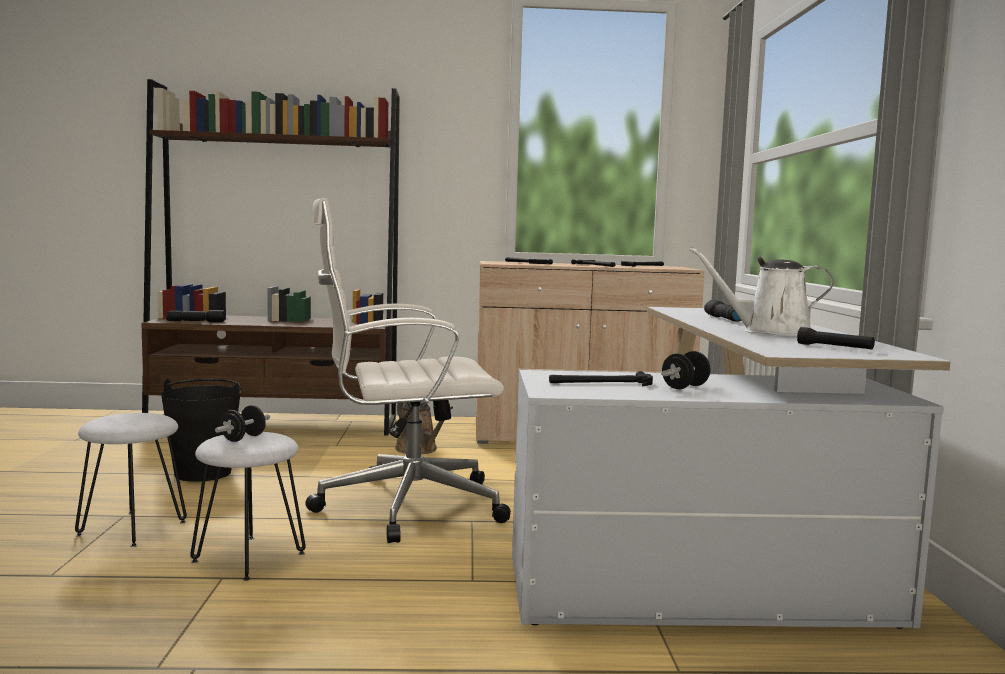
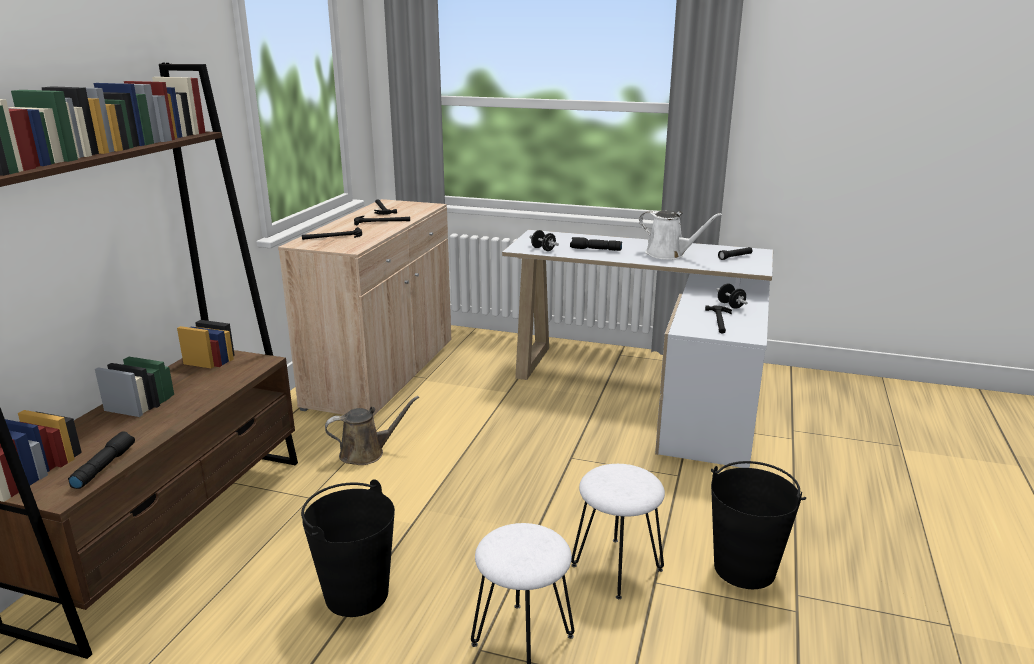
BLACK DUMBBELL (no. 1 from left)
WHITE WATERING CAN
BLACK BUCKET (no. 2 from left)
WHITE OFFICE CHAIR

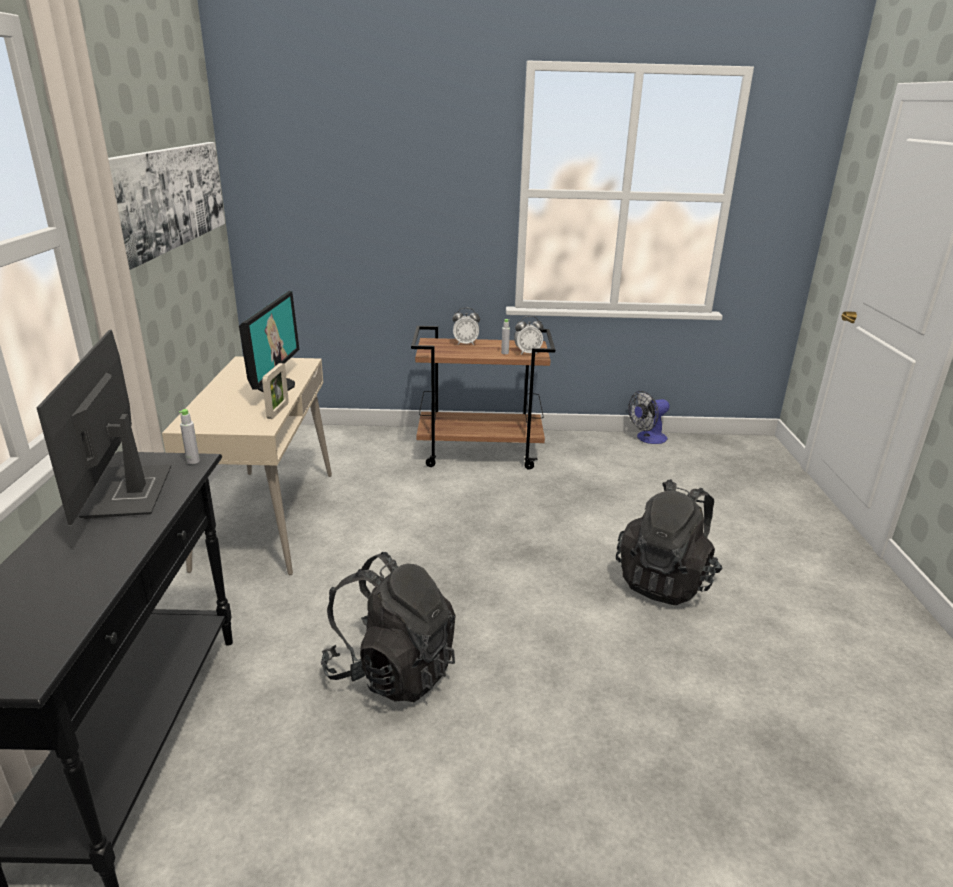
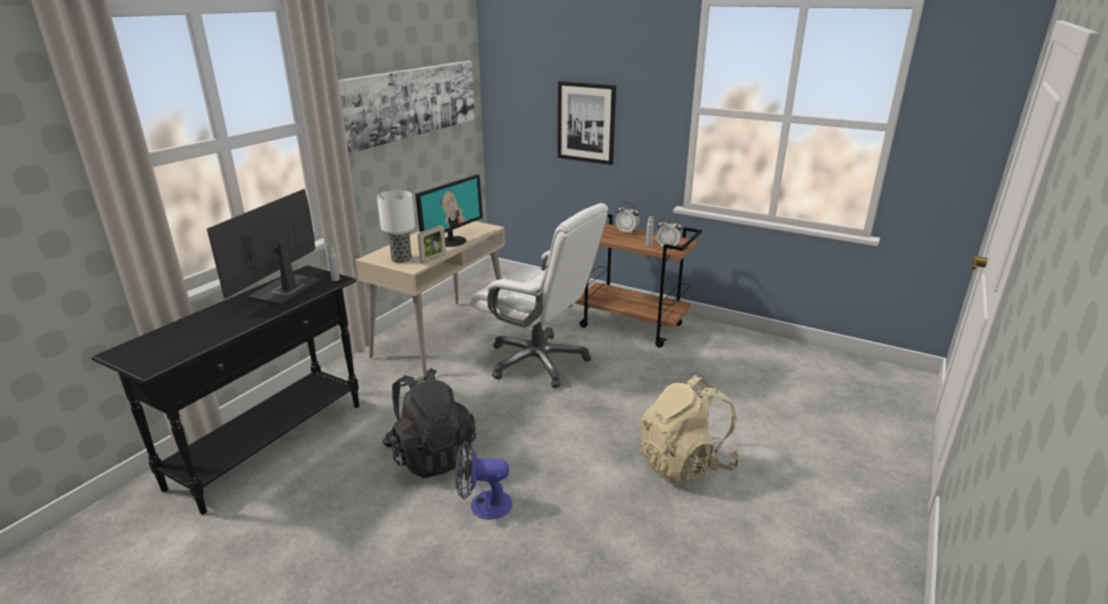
TABLE LAMP
FAN
WHITE OFFICE CHAIR
PICTURE (no. 2 from left)
BEIGE BACKPACK

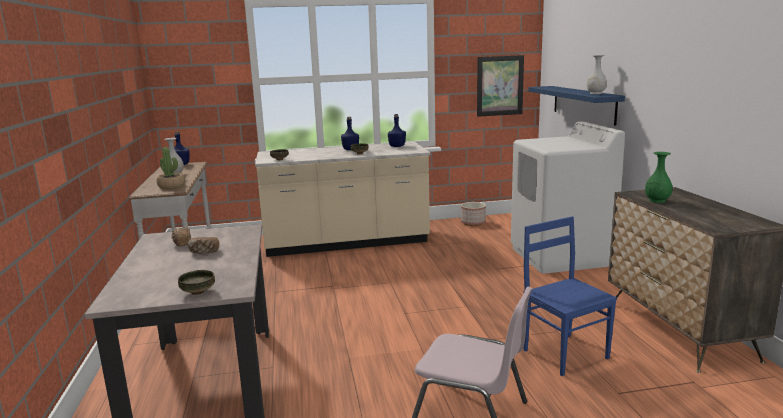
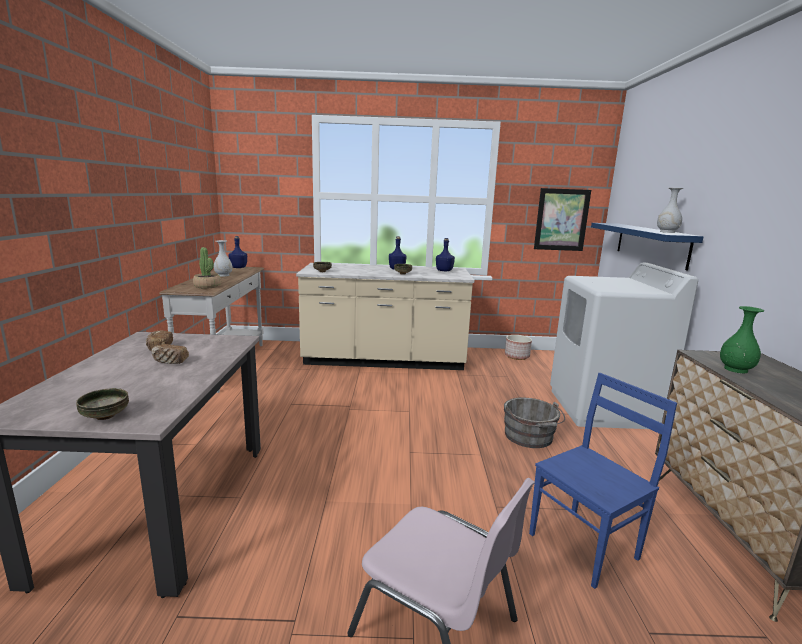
GREY BUCKET
BLUE CHAIR

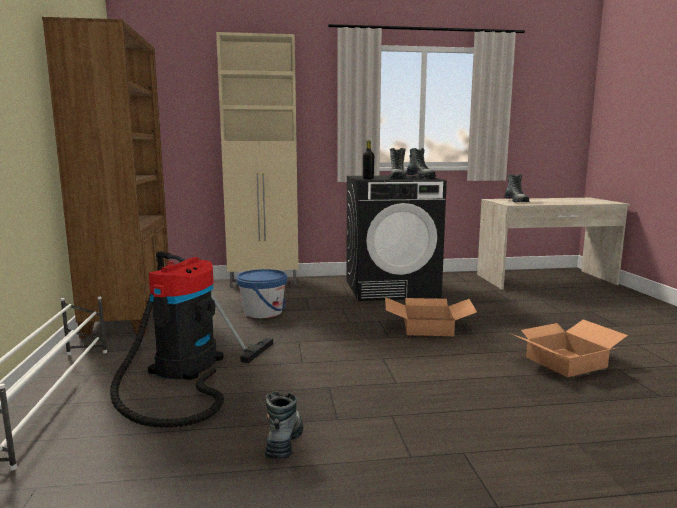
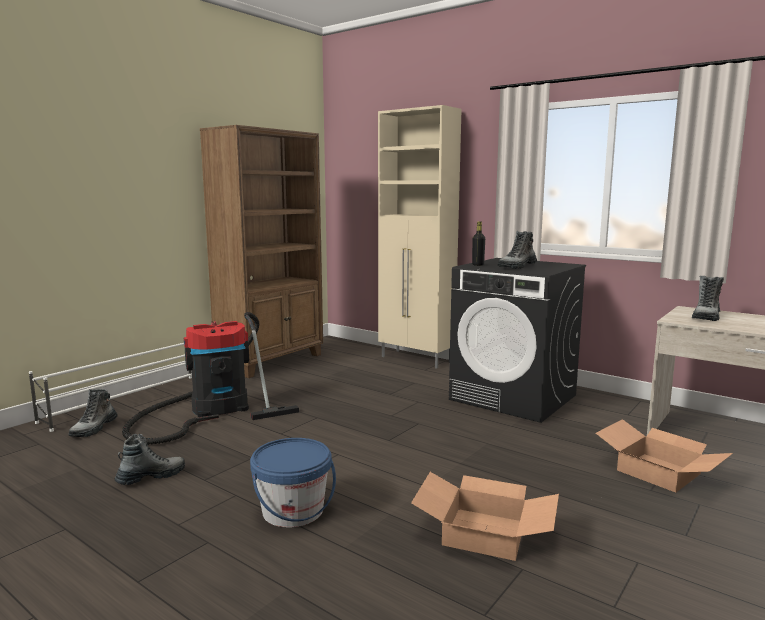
BOOT (no. 1 from left)
BLUE BUCKET
CARDBOARD BOX (no. 2 from left)

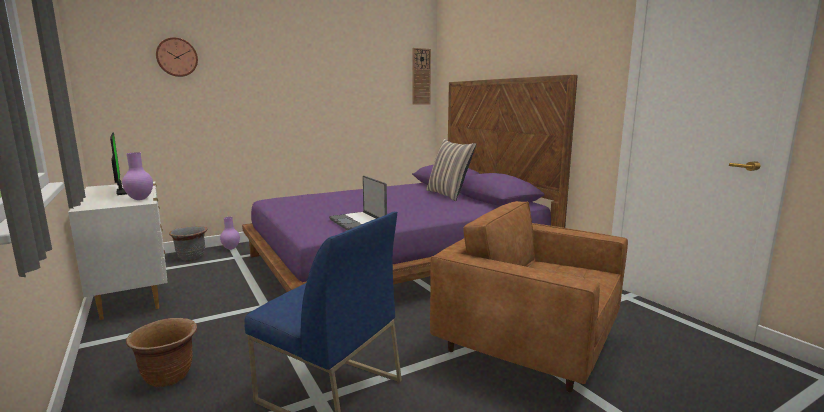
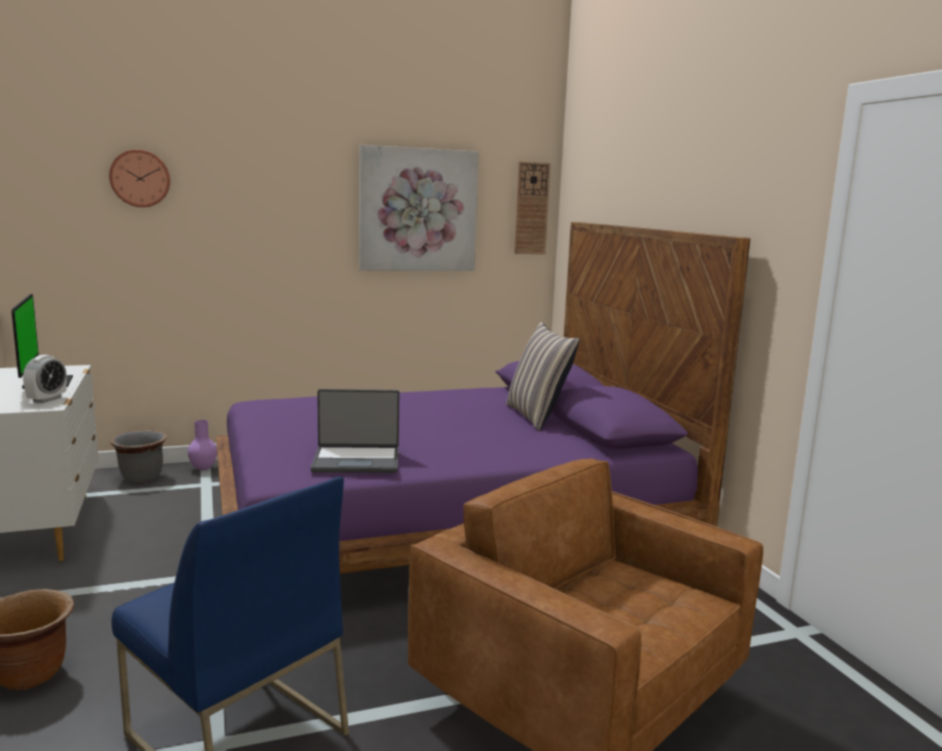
ALARM CLOCK
LAPTOP
PICTURE

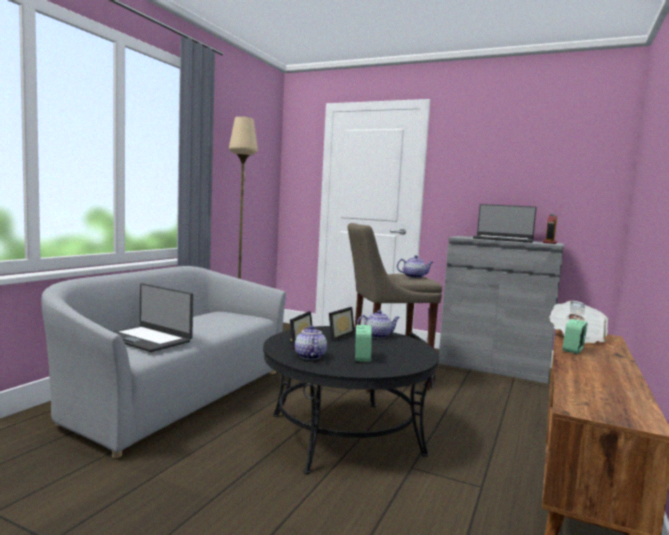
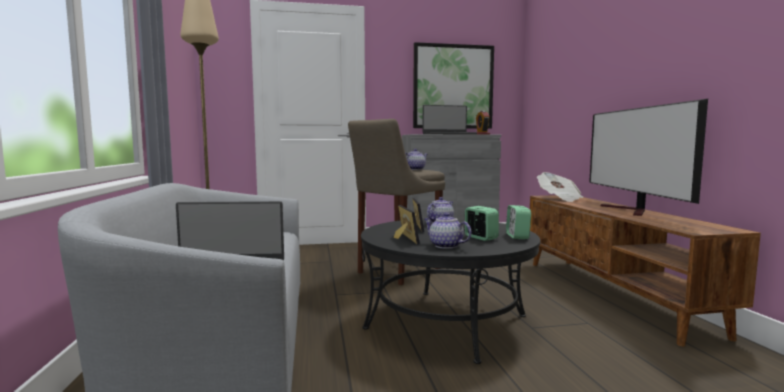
PICTURE
ALARM CLOCK (no. 3 from left)
TELEVISION

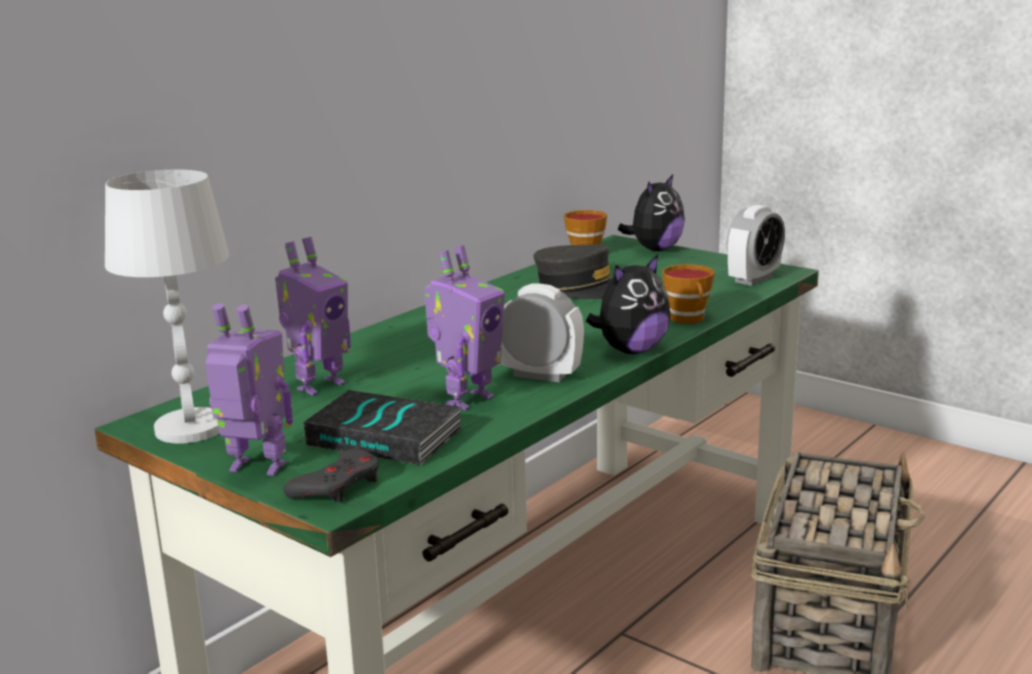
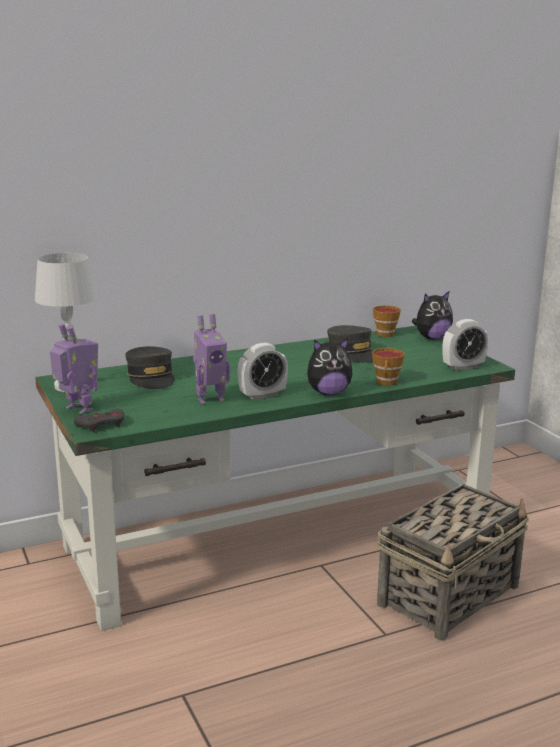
GREY CAP (no. 1 from left)
ALARM CLOCK (no. 1 from left)
BOOK

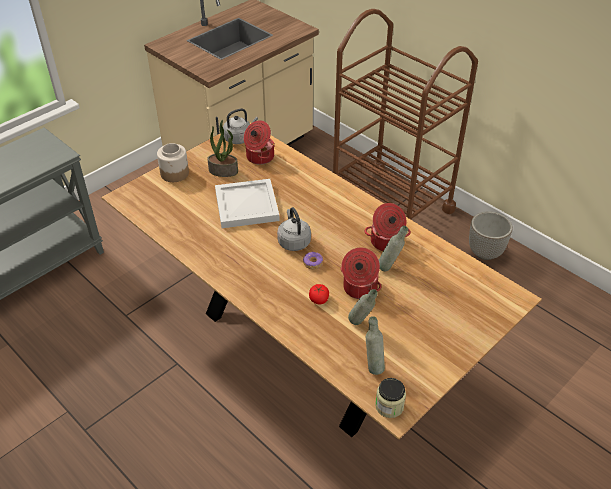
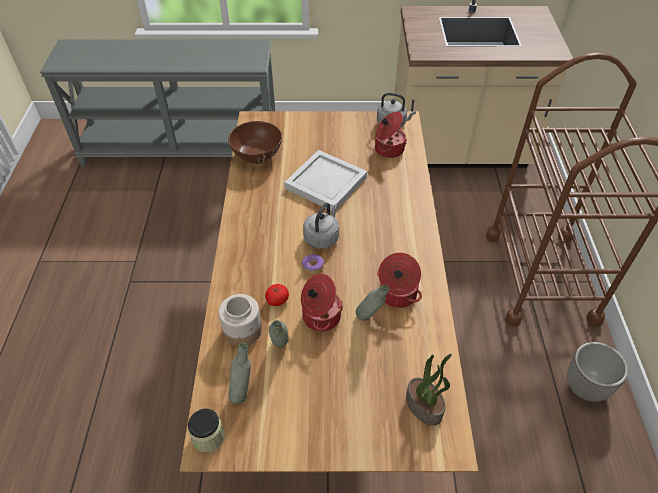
JAR (no. 2 from left)
BROWN BOWL
POTTED PLANT

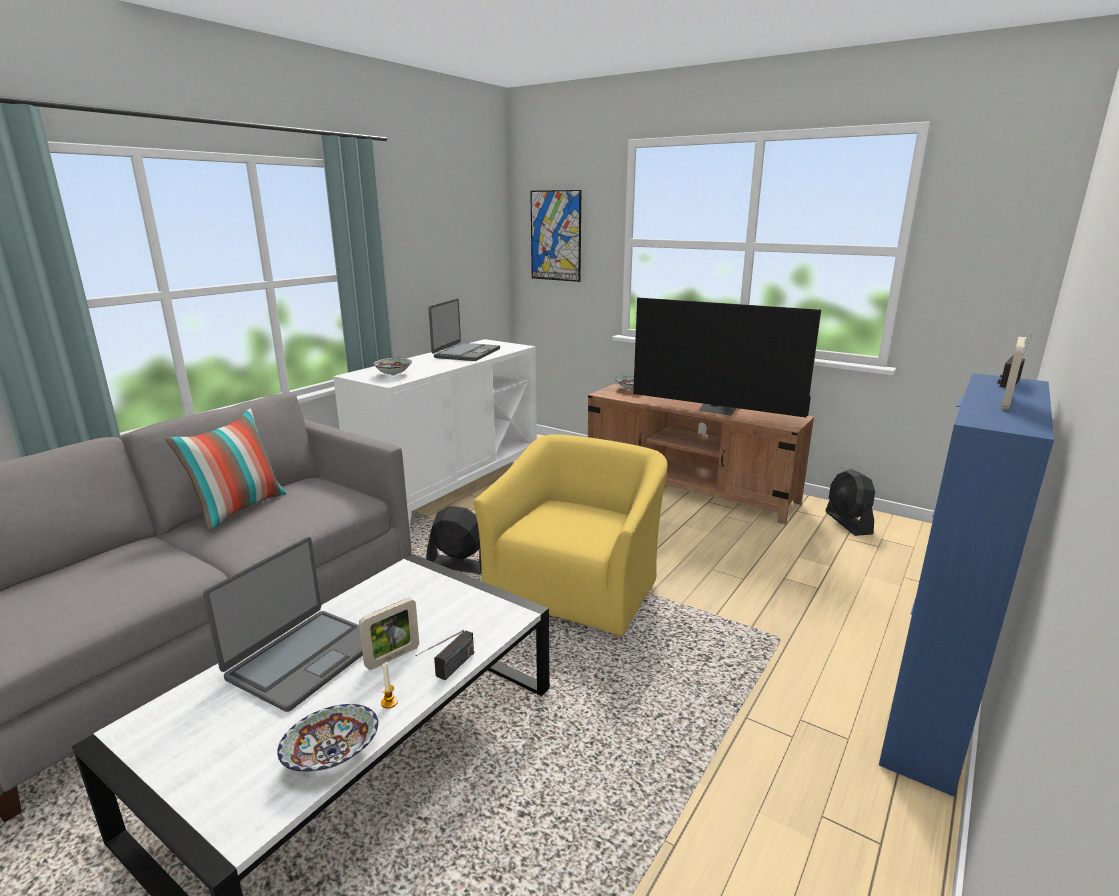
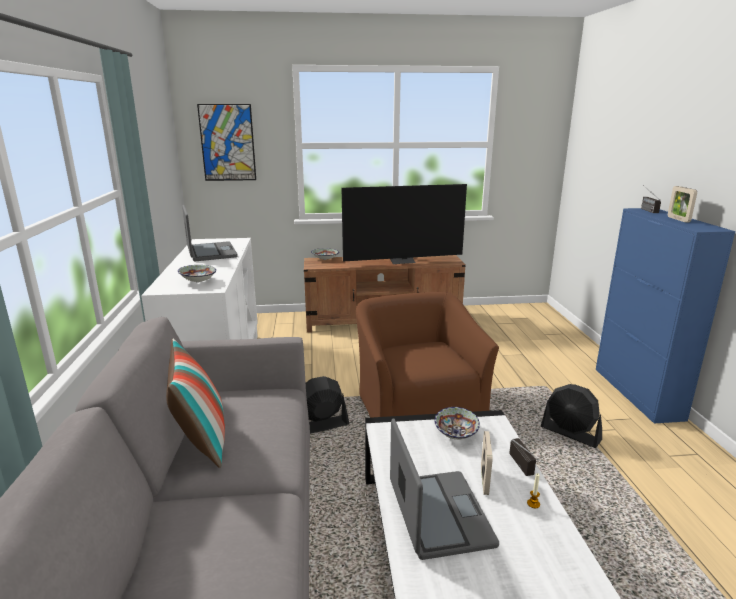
BROWN ARMCHAIR
BOWL (no. 3 from left)
BLACK FAN (no. 2 from left)

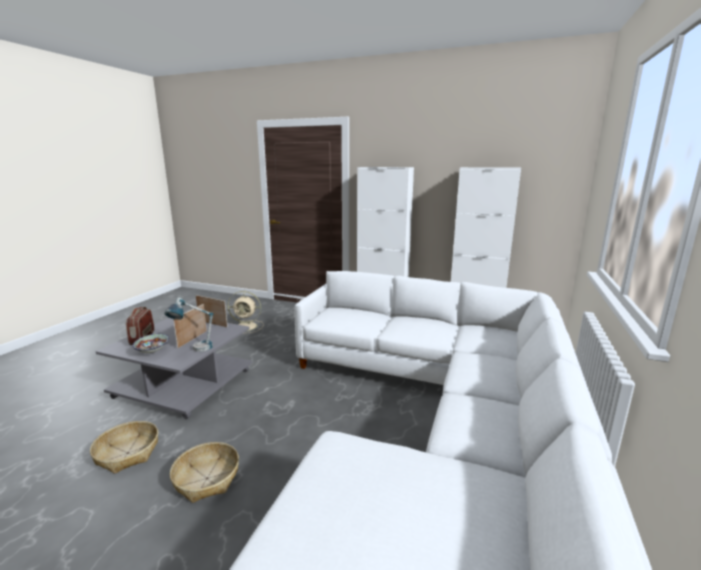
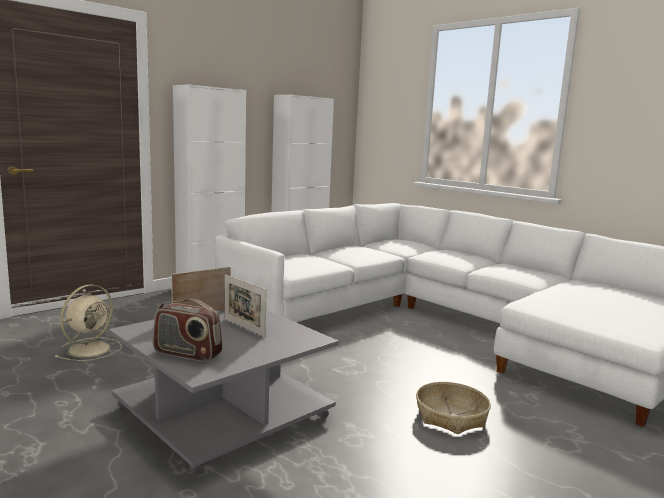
BASKET (no. 1 from left in the first image)
BOWL
TABLE LAMP

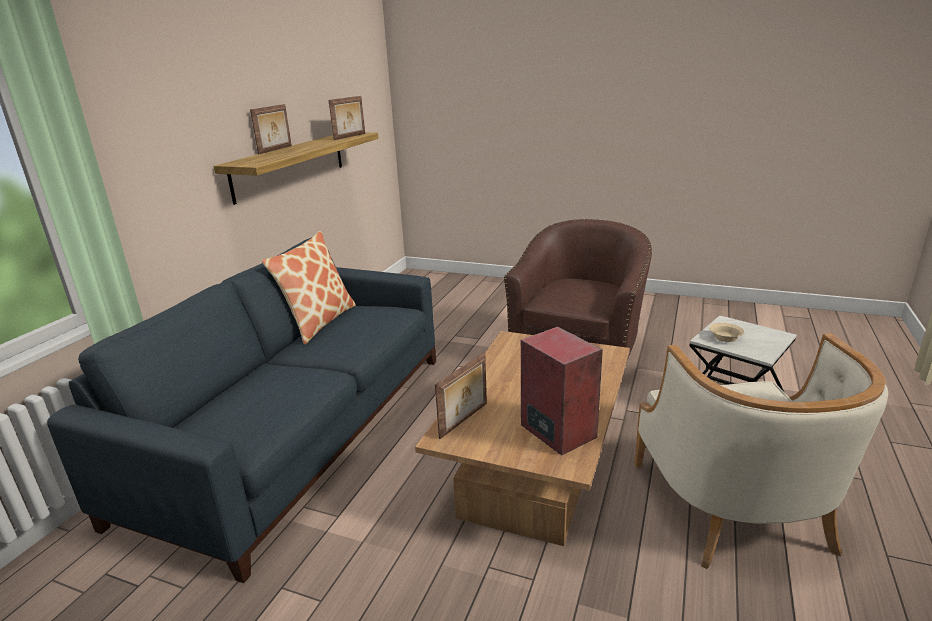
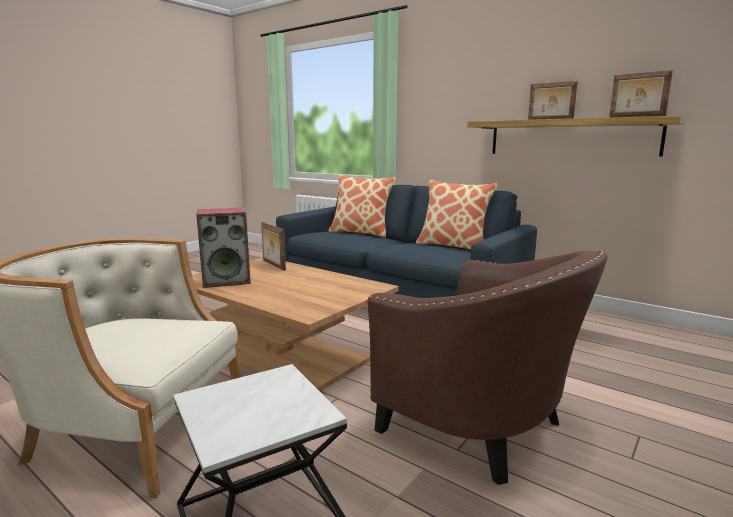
PILLOW (no. 1 from left)
BEIGE BOWL

